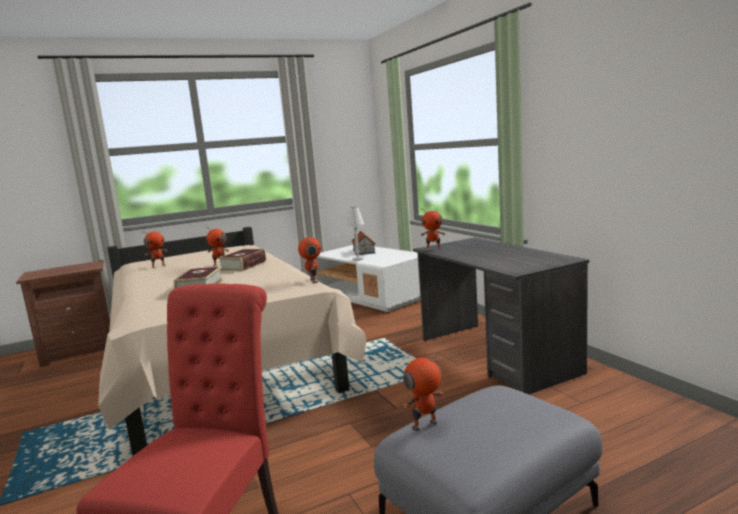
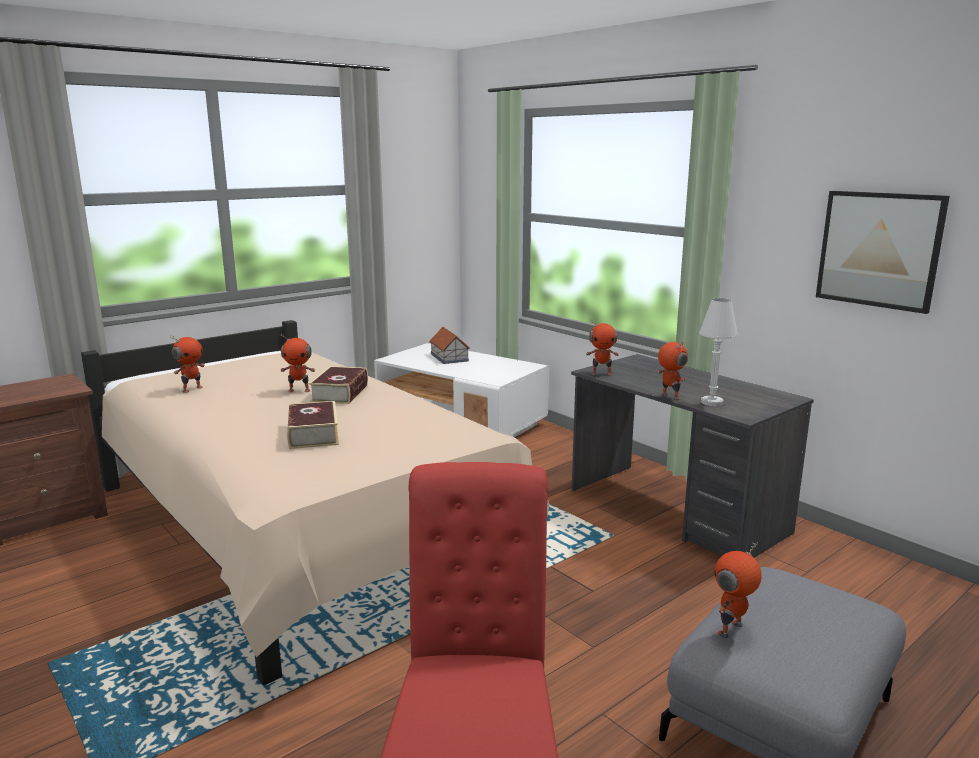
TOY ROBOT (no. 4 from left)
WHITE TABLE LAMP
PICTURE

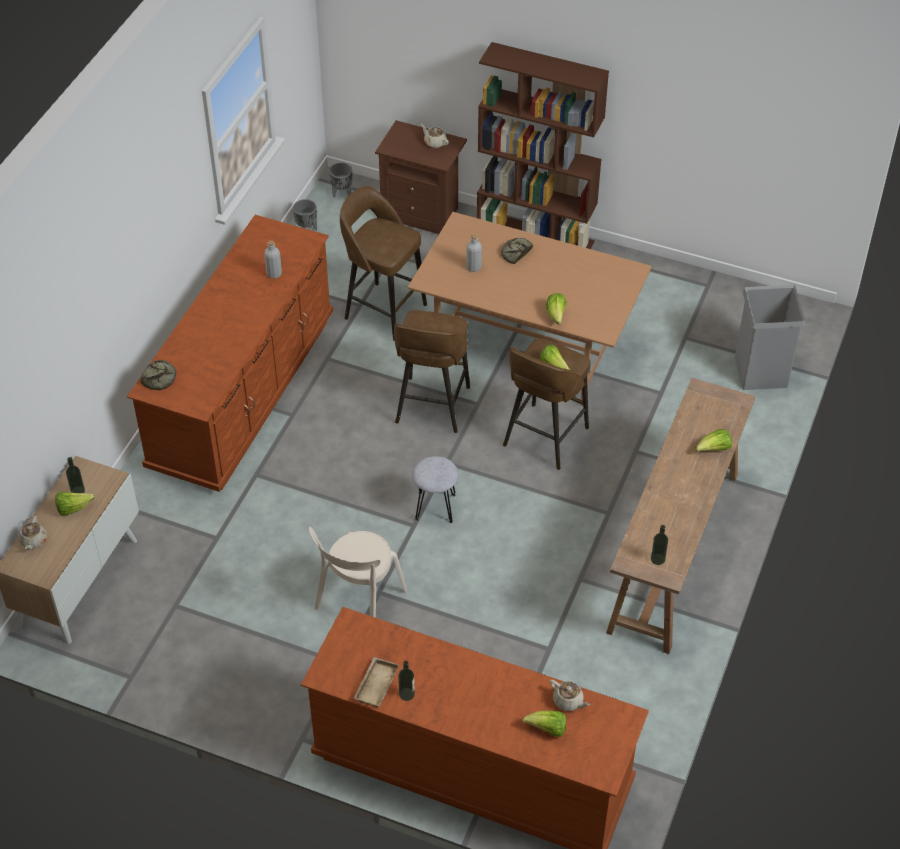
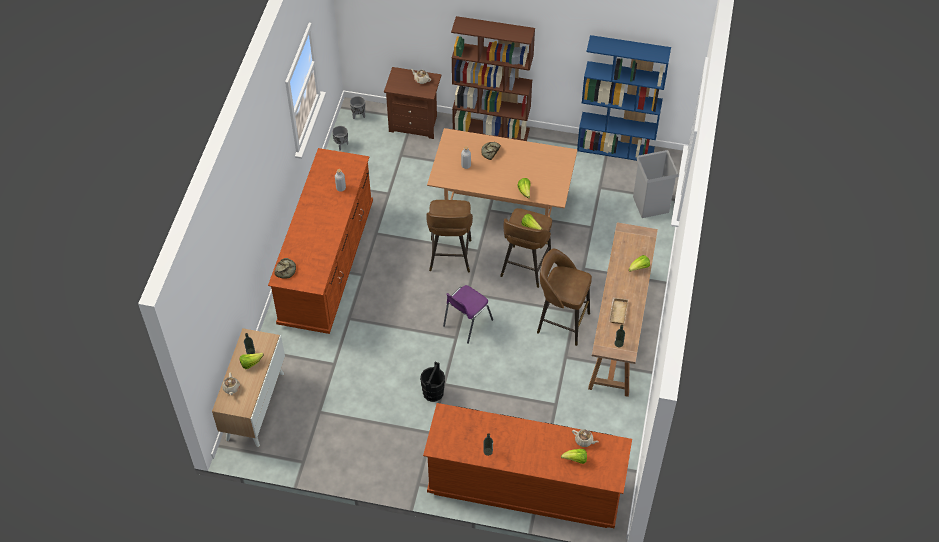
BLACK BUCKET
PURPLE CHAIR
BROWN STOOL (no. 3 from left)
BLUE BOOKCASE
BEIGE TRAY

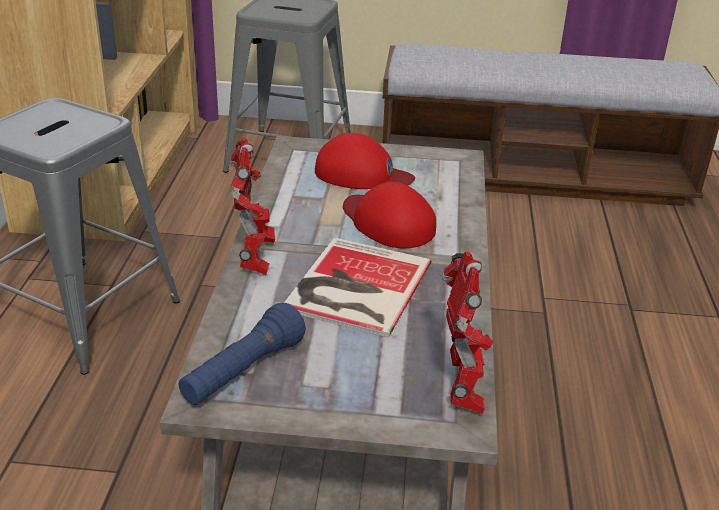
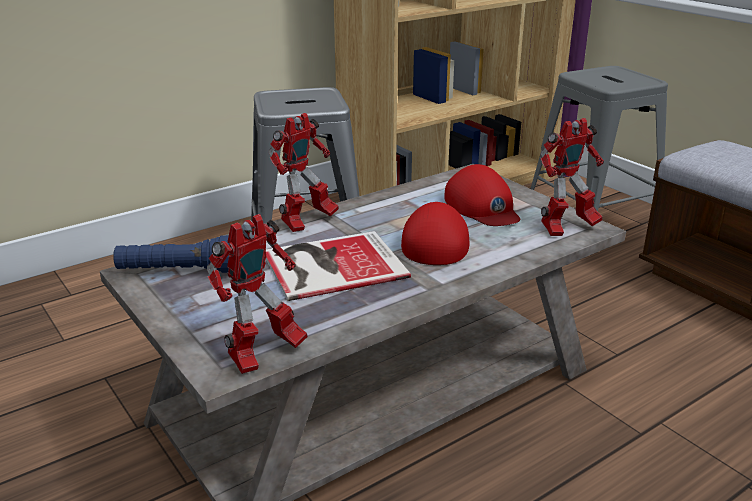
TOY ROBOT (no. 3 from left)

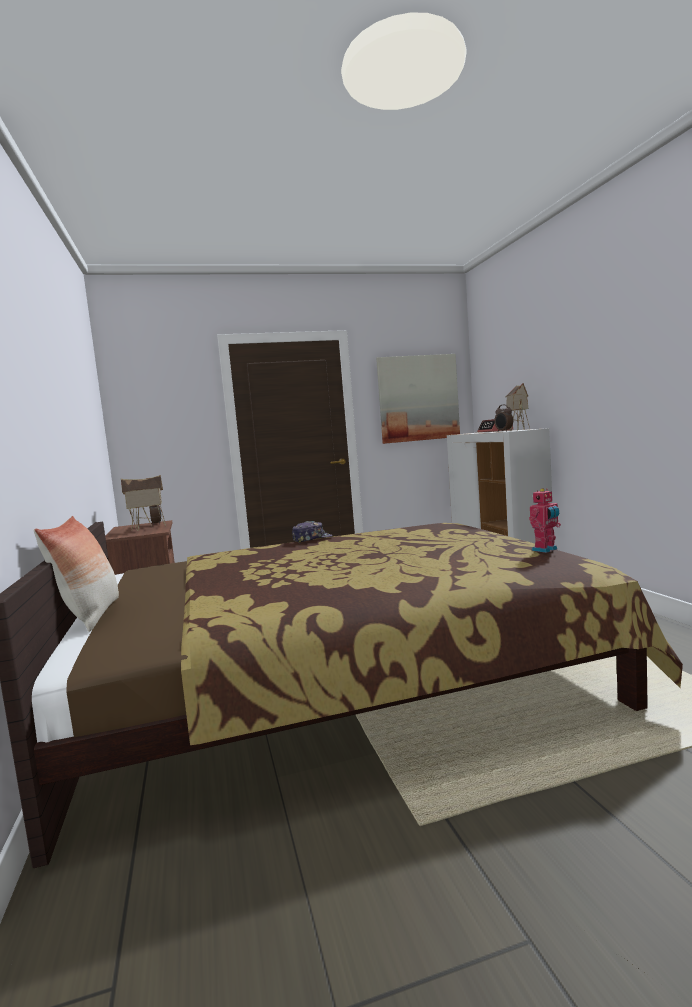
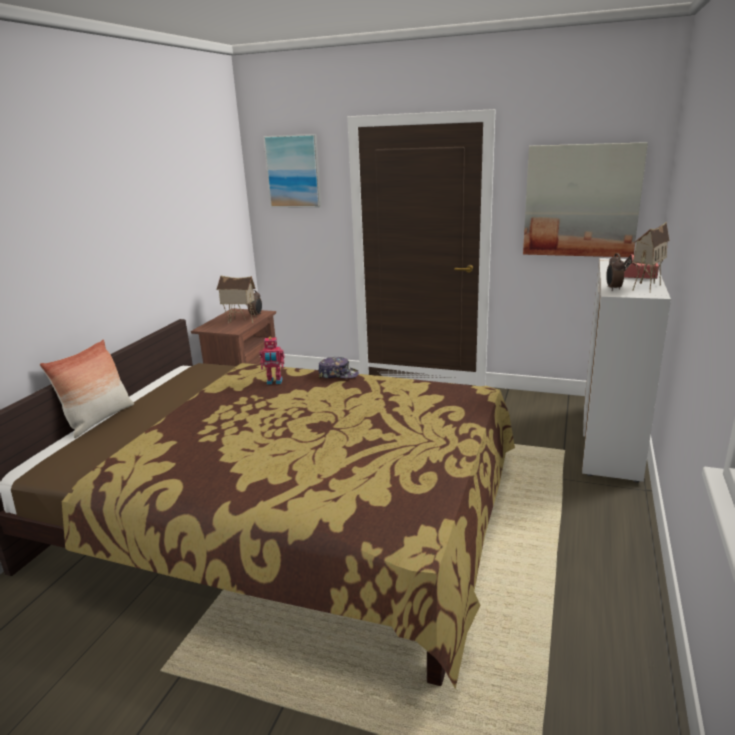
TOY ROBOT
PICTURE (no. 1 from left)

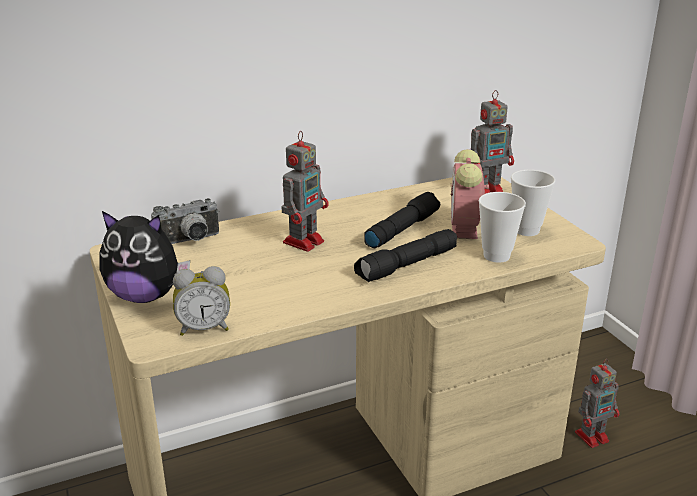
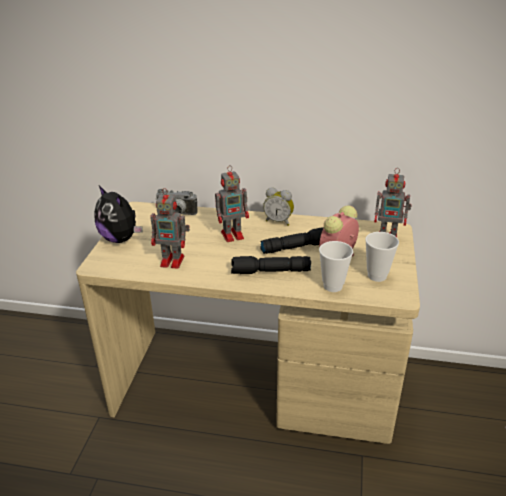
TOY ROBOT (no. 1 from left)
ALARM CLOCK (no. 1 from left)

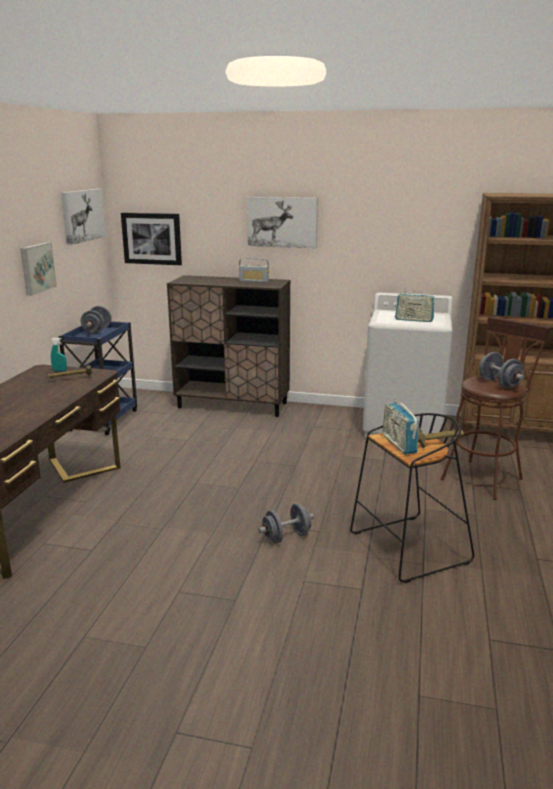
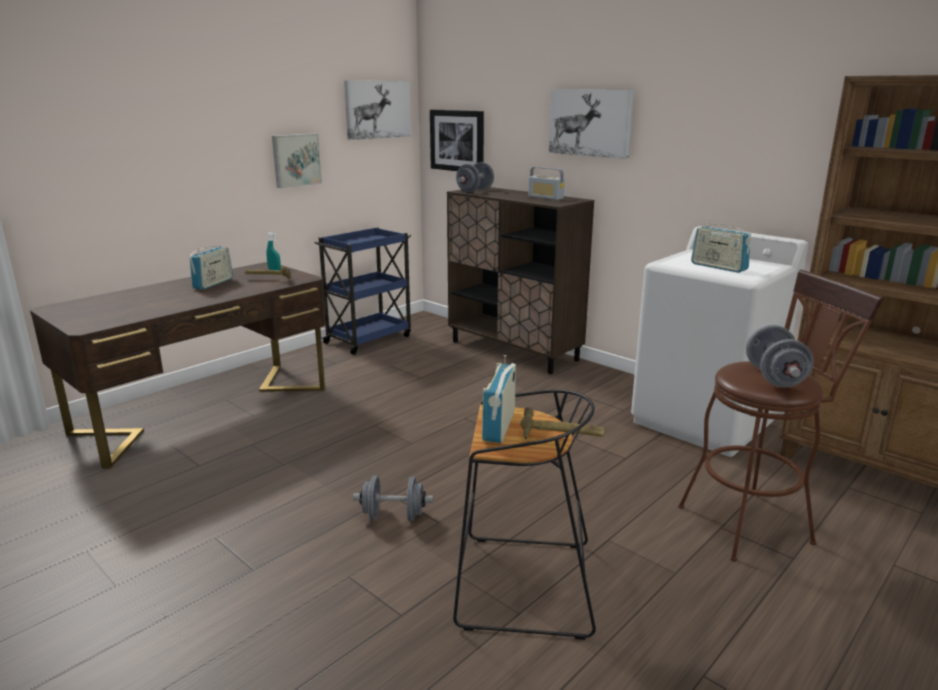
RADIO (no. 1 from left)
GREY DUMBBELL (no. 2 from left)

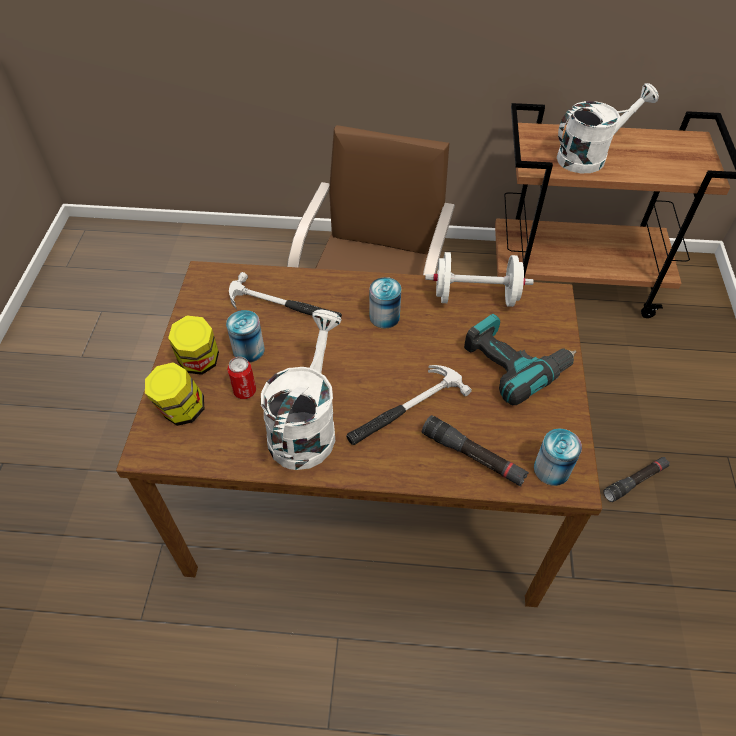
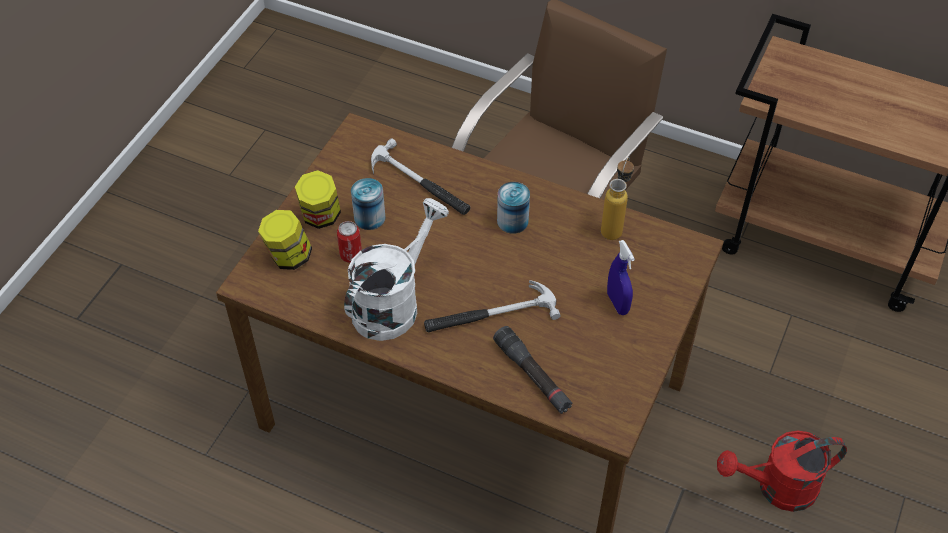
BOTTLE
BLUE SPRAY BOTTLE
RED WATERING CAN
CAN (no. 4 from left in the first image)
WHITE WATERING CAN (no. 2 from left in the first image)

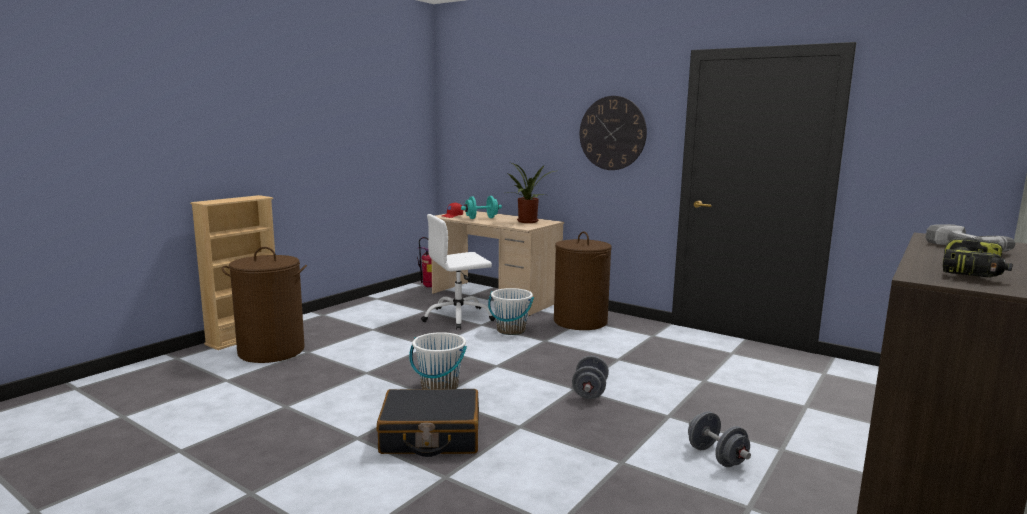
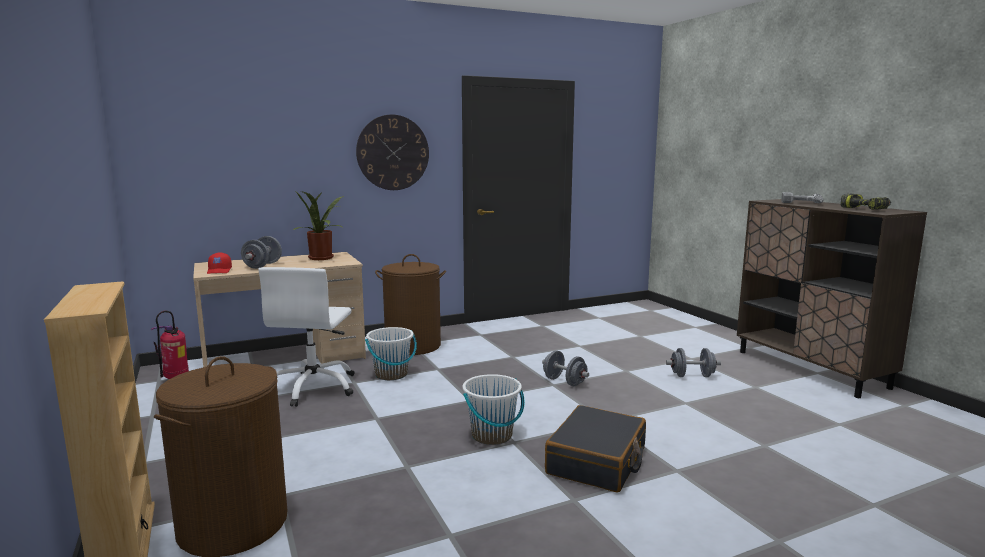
GREY DUMBBELL (no. 1 from left)

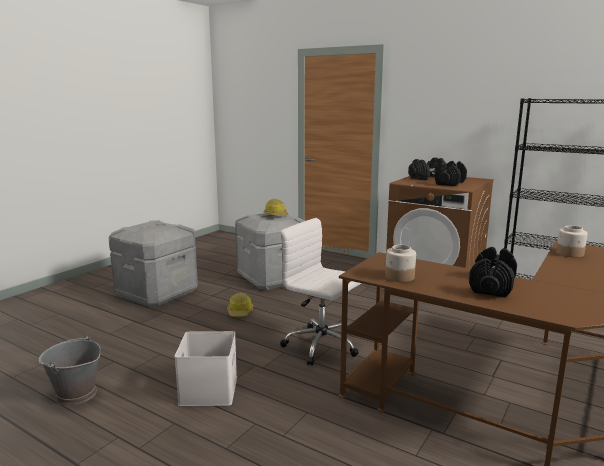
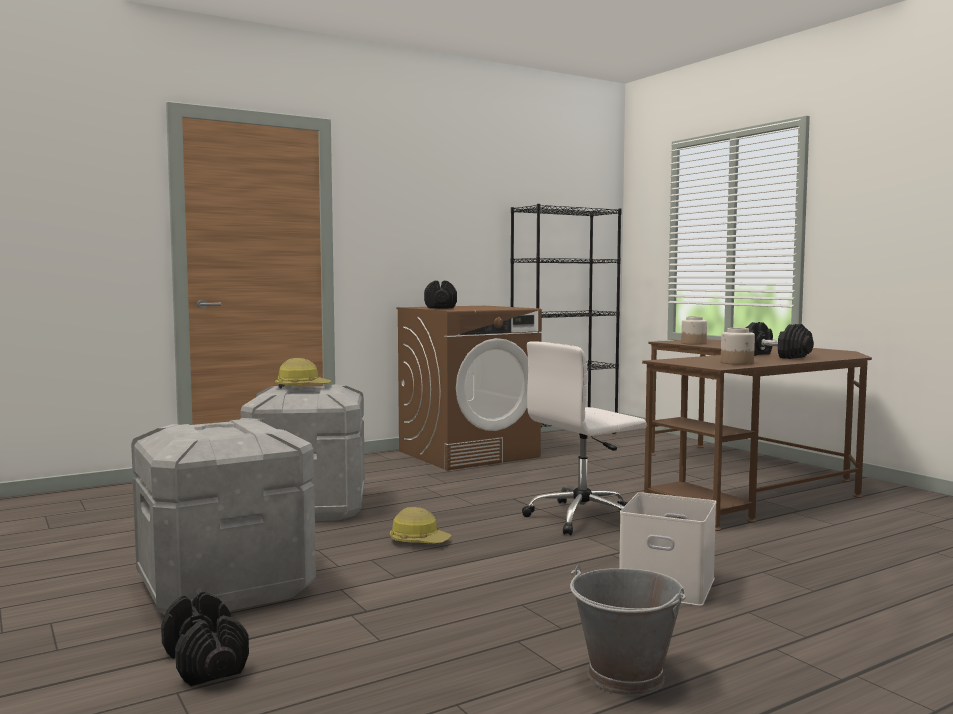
BLACK DUMBBELL (no. 1 from left)

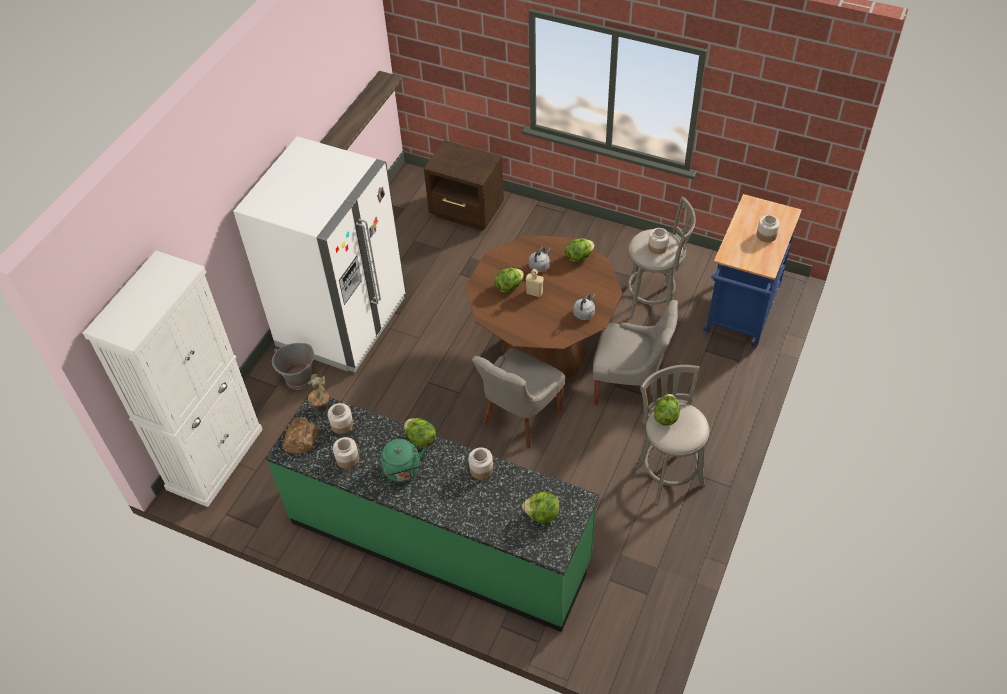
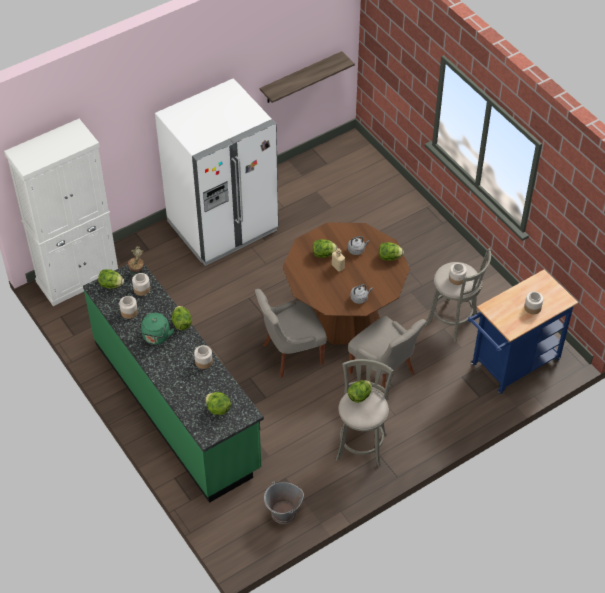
LETTUCE (no. 1 from left)
GREY BUCKET
BROWN NIGHTSTAND

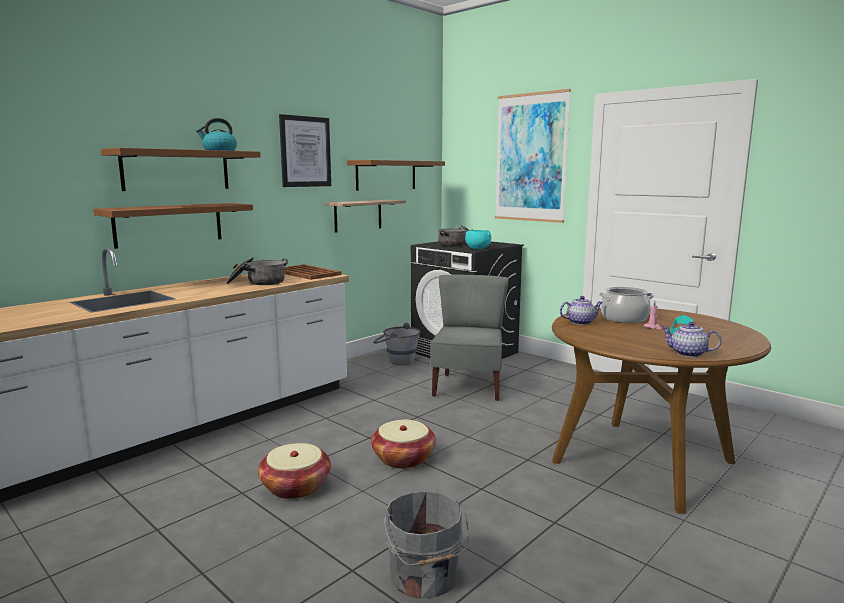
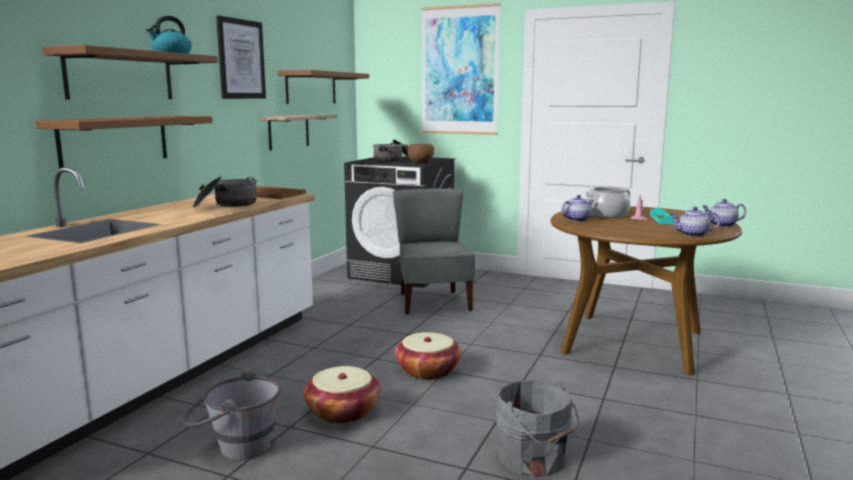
GREY BUCKET (no. 1 from left)
BROWN BOWL
TEAPOT (no. 3 from left)

